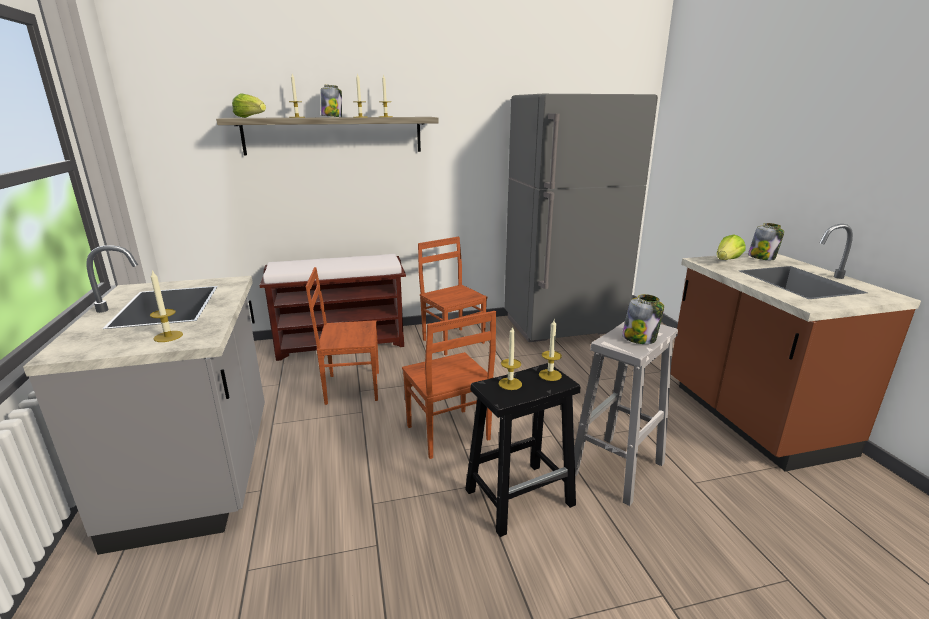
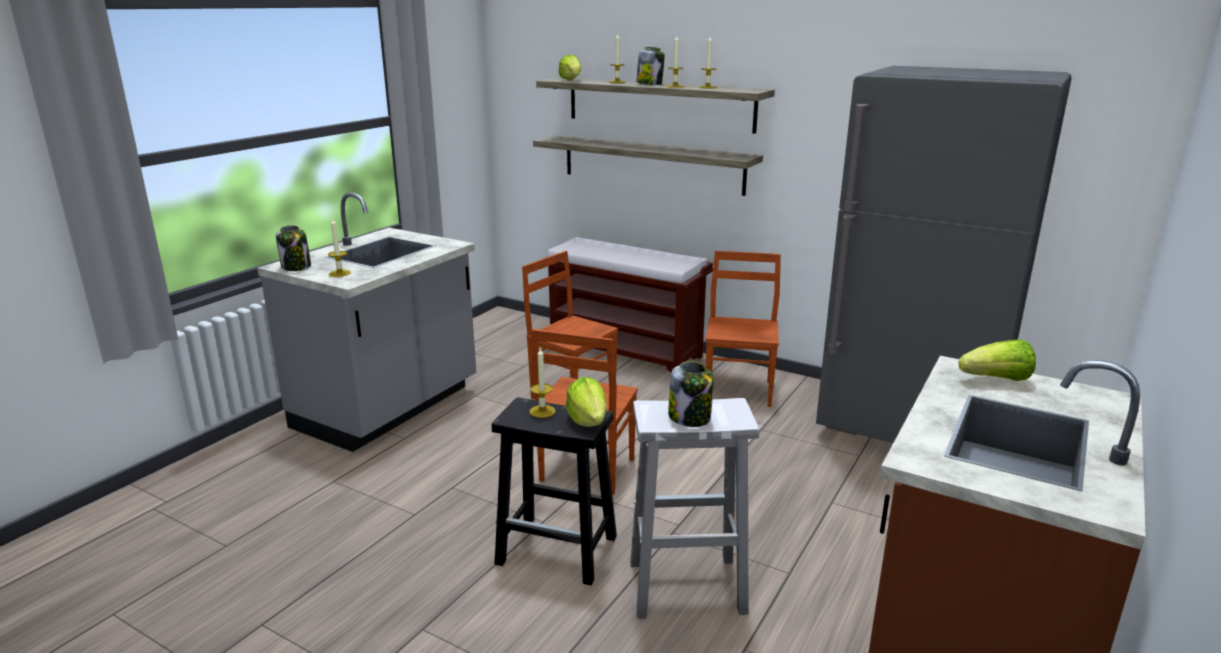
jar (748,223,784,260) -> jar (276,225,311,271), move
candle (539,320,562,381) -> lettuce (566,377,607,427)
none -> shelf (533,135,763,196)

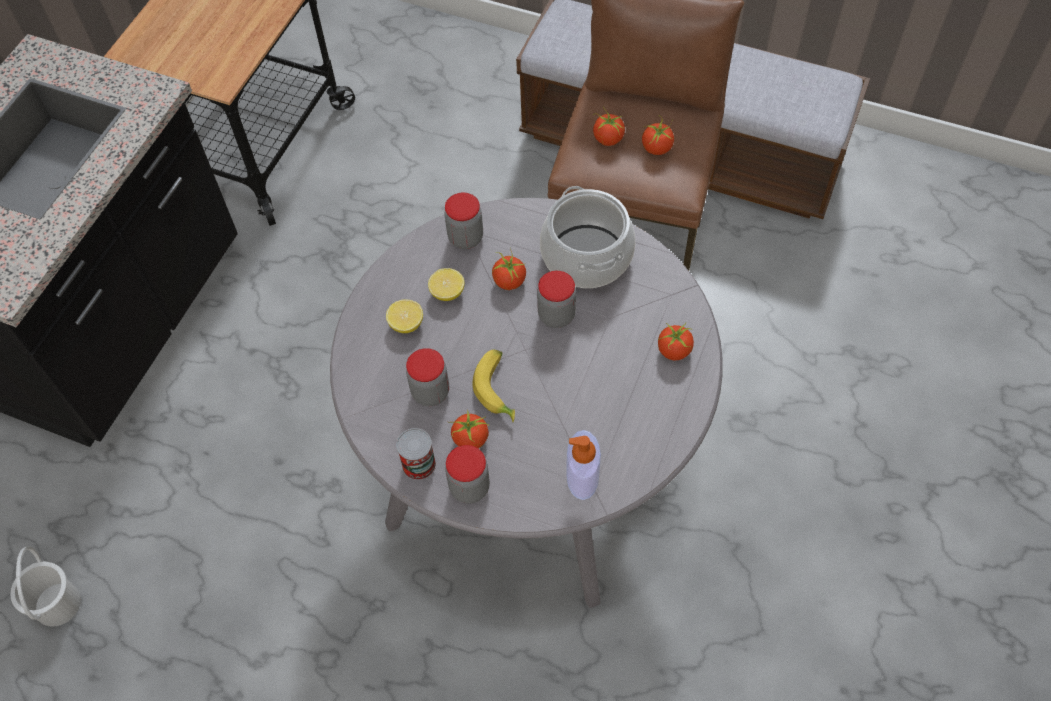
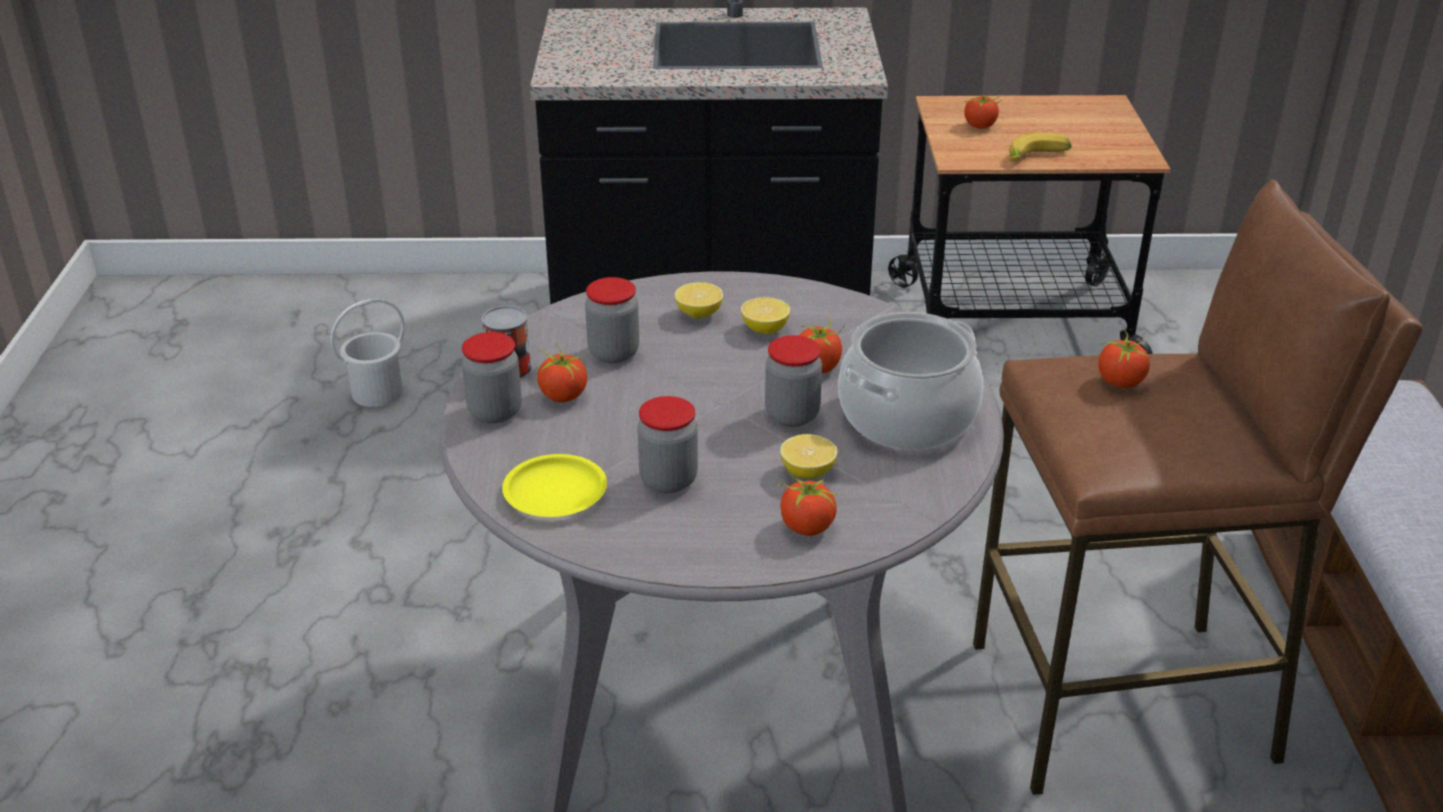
tomato (642,117,674,155) -> tomato (964,94,1001,129), move
jar (445,193,483,249) -> jar (637,396,698,493), move
banana (473,350,515,422) -> banana (1009,132,1072,161), move
soap dispenser (566,430,601,500) -> yellow plate (502,454,607,517)
none -> lemon (780,434,838,479)

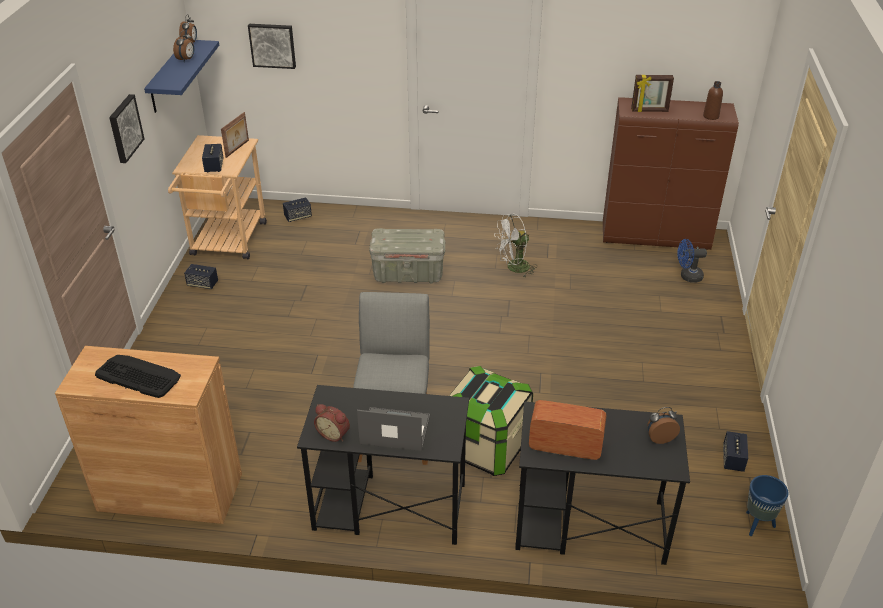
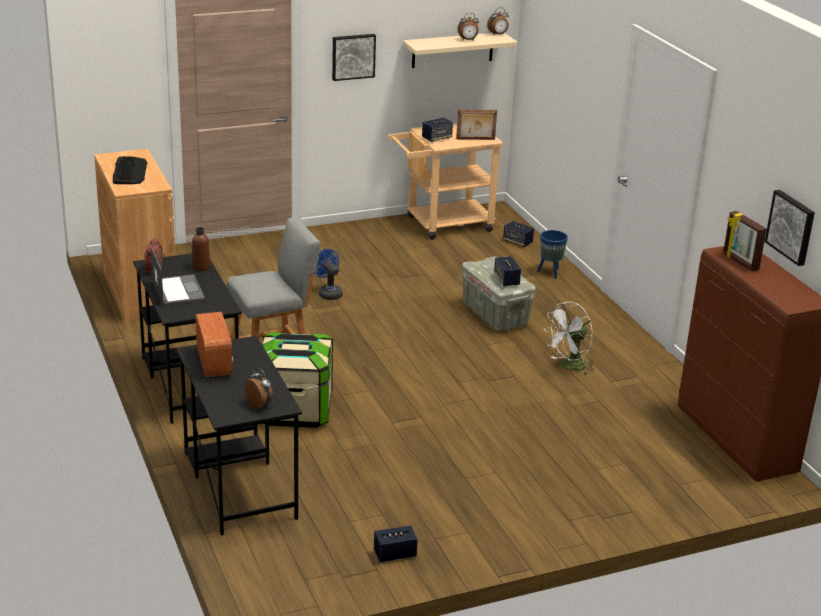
picture (248,24,296,69) -> picture (765,190,815,266), move
blue shelf (144,40,219,113) -> beige shelf (403,33,518,68)
brown bottle (703,81,723,120) -> brown bottle (192,227,211,271), move
white fan (494,214,537,277) -> white fan (544,302,595,375), 75 degrees counterclockwise
blue fan (677,239,707,283) -> blue fan (314,249,343,300), move
speaker (184,264,218,289) -> speaker (494,256,521,286), move
blue planter (746,475,789,536) -> blue planter (537,230,568,279), move

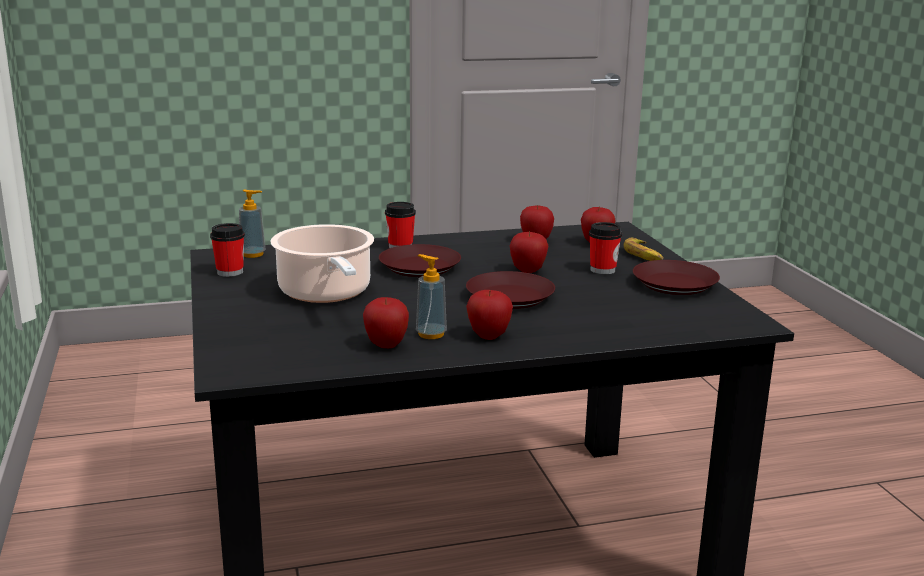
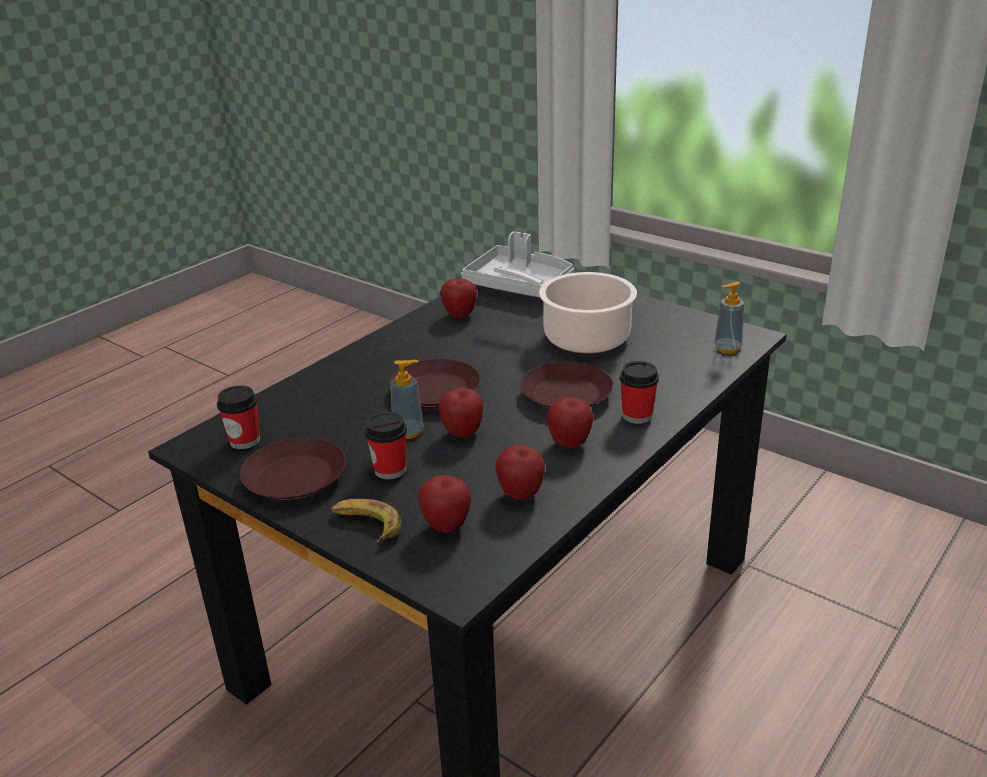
cup (210,223,245,277) -> cup (217,385,260,449), move
soap dispenser (416,254,447,339) -> soap dispenser (390,360,424,439), move
apple (466,290,513,340) -> apple (547,397,594,448), move
none -> grey tray (461,231,574,297)

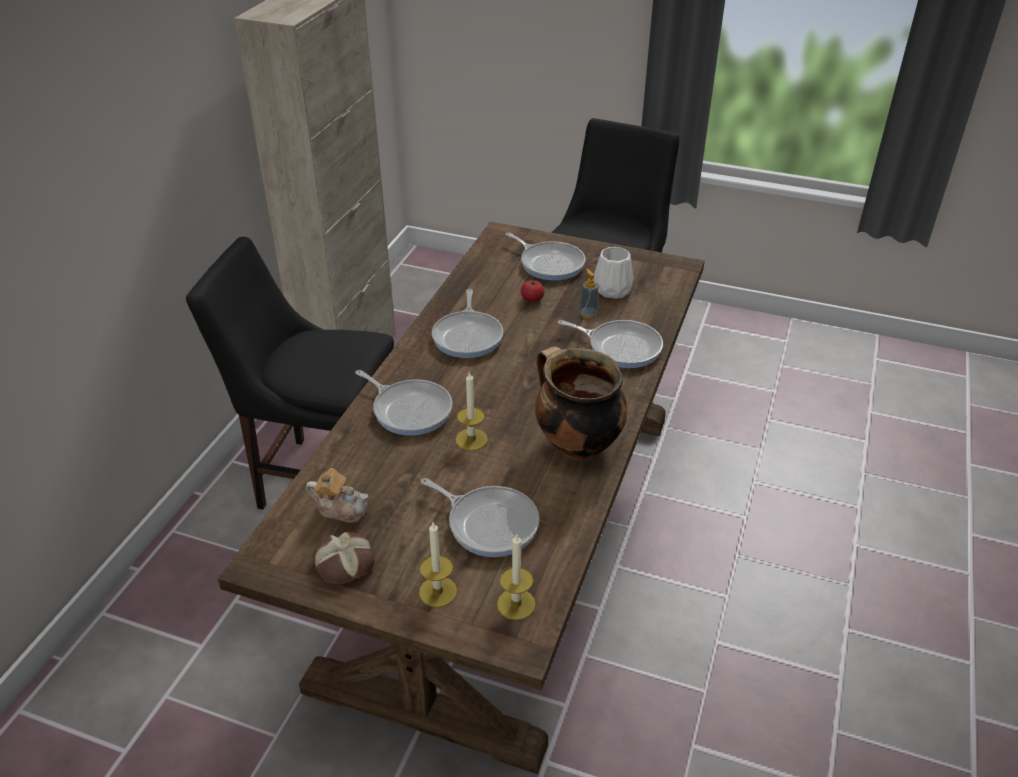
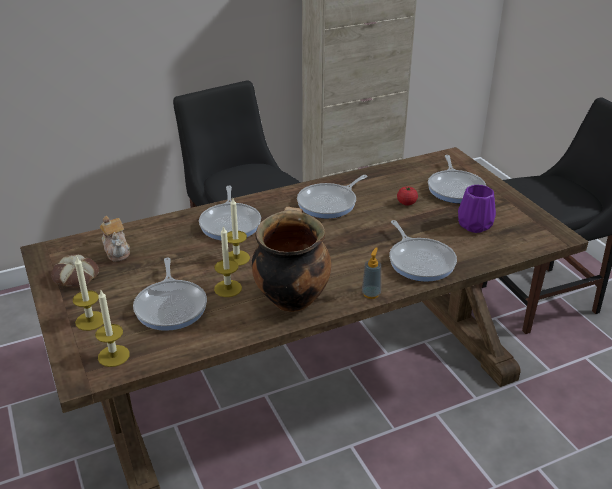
white vase (594,247,633,299) -> purple vase (458,185,496,233)
soap dispenser (579,269,599,319) -> soap dispenser (362,248,381,299), move
none -> candle (214,225,242,297)

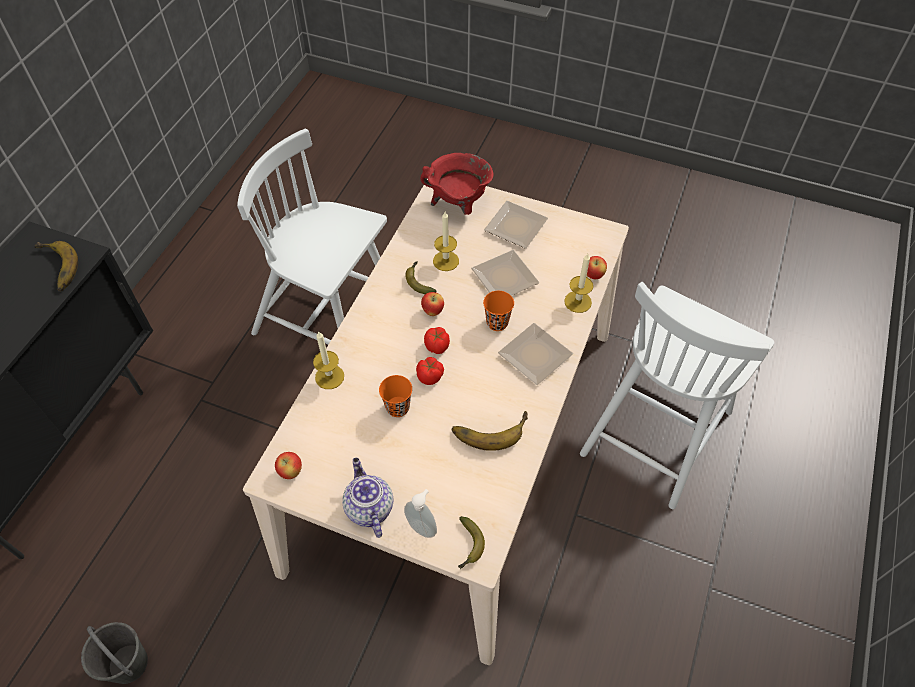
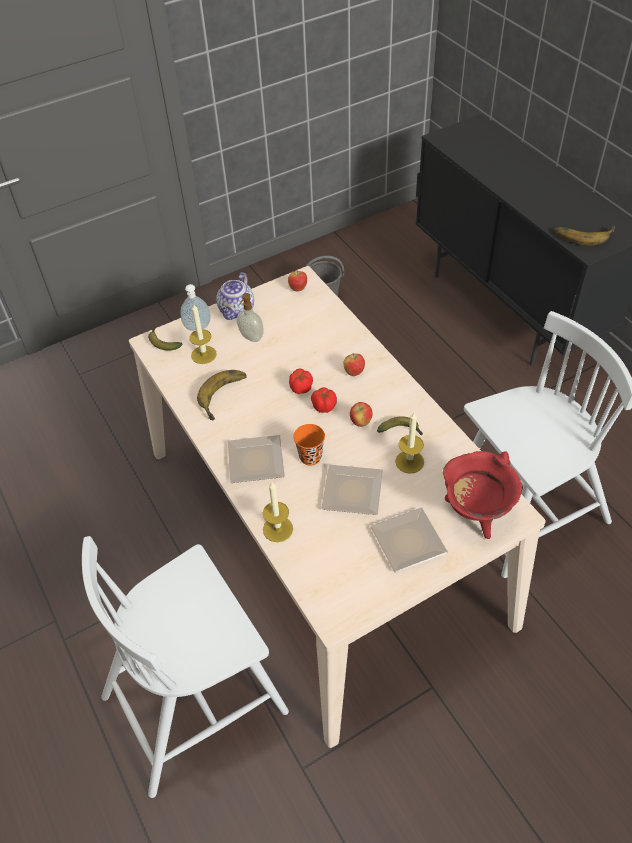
apple (587,256,607,279) -> apple (343,353,365,376), move
white chair (580,282,775,509) -> white chair (82,536,289,798), 105 degrees counterclockwise
candle (313,331,344,389) -> candle (189,303,217,364), move
orange cup (379,375,412,417) -> none
teapot (342,458,394,538) -> teapot (216,272,254,320), 90 degrees clockwise
none -> soap dispenser (237,293,264,342)

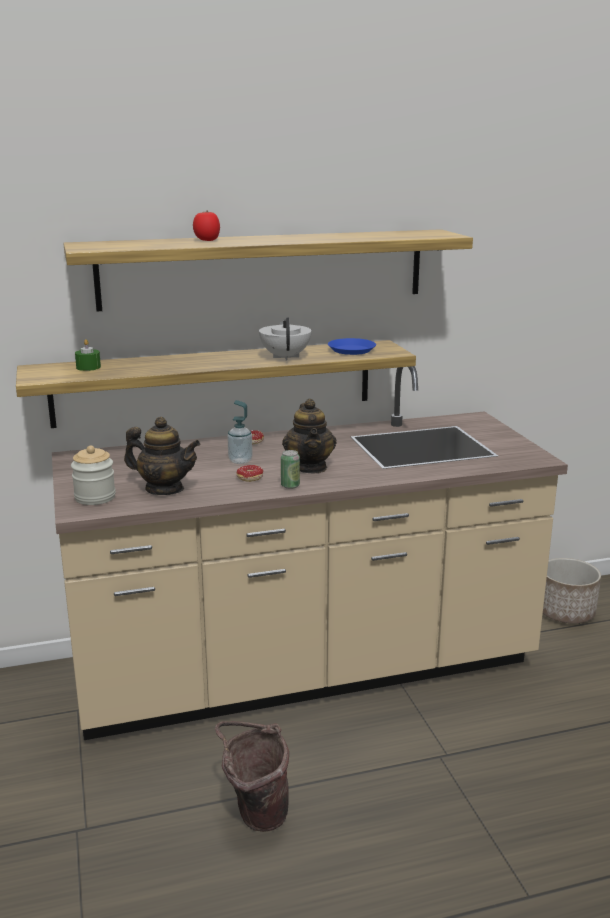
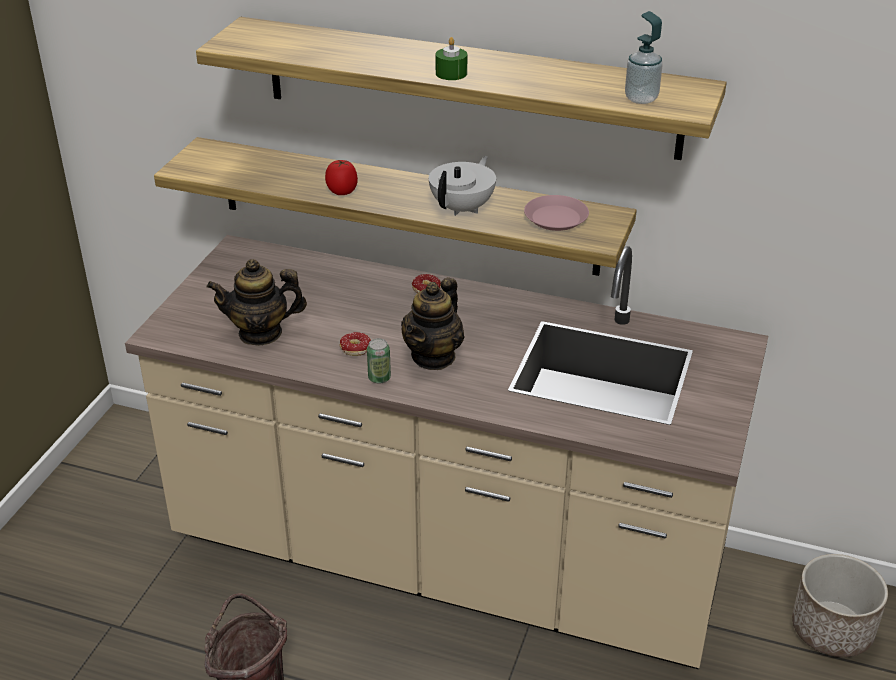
tomato (193,211,220,241) -> tomato (325,160,358,195), move
blue plate (328,338,376,355) -> pink plate (524,195,589,231)
green candle (75,339,101,371) -> green candle (436,37,467,80), move
soap dispenser (227,400,253,464) -> soap dispenser (625,11,663,104), move
teapot (124,417,201,495) -> teapot (207,259,307,346), 120 degrees clockwise
jar (71,446,116,505) -> none

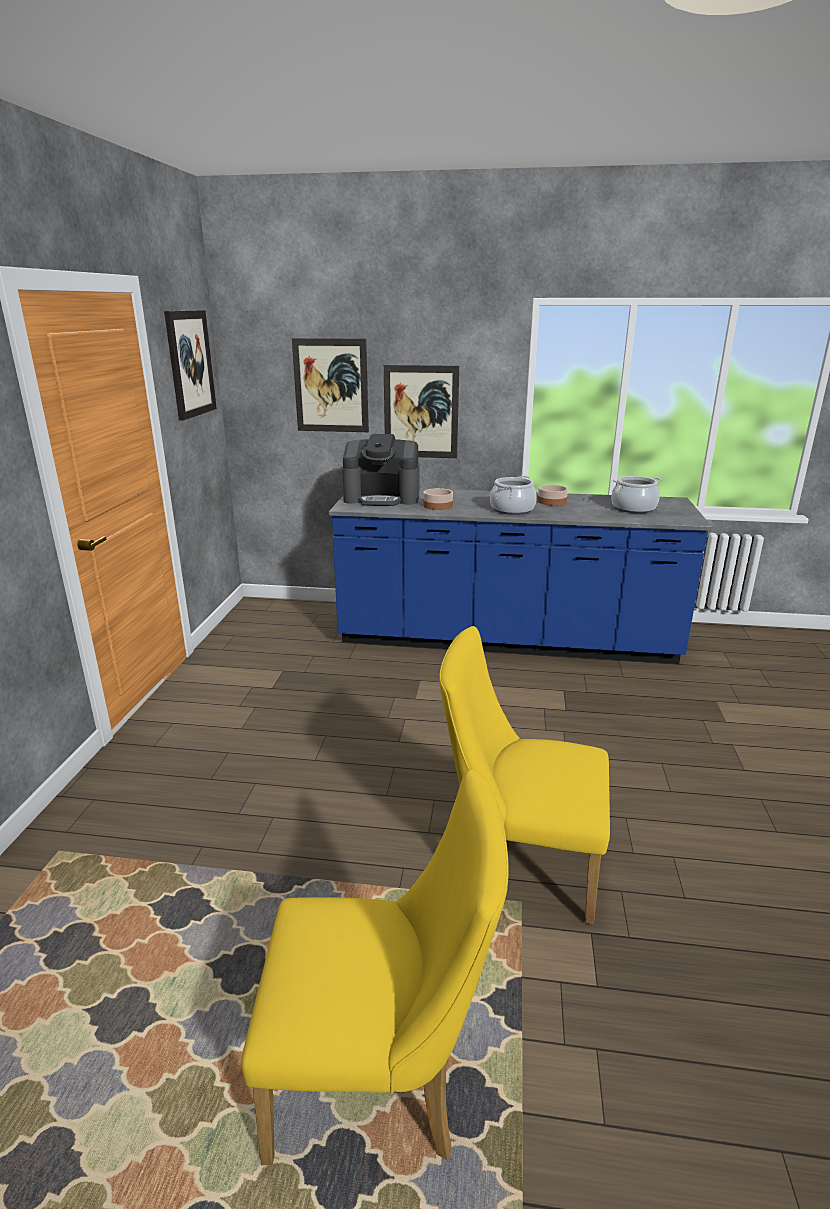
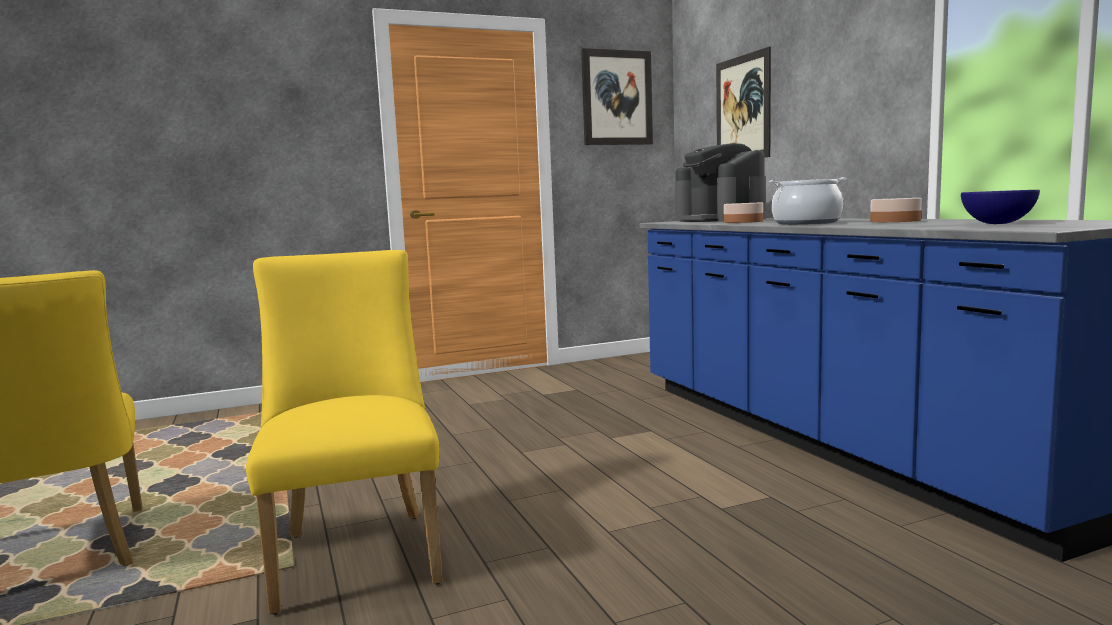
picture (384,365,459,458) -> none
cooking pot (611,476,662,513) -> blue bowl (961,190,1040,224)

